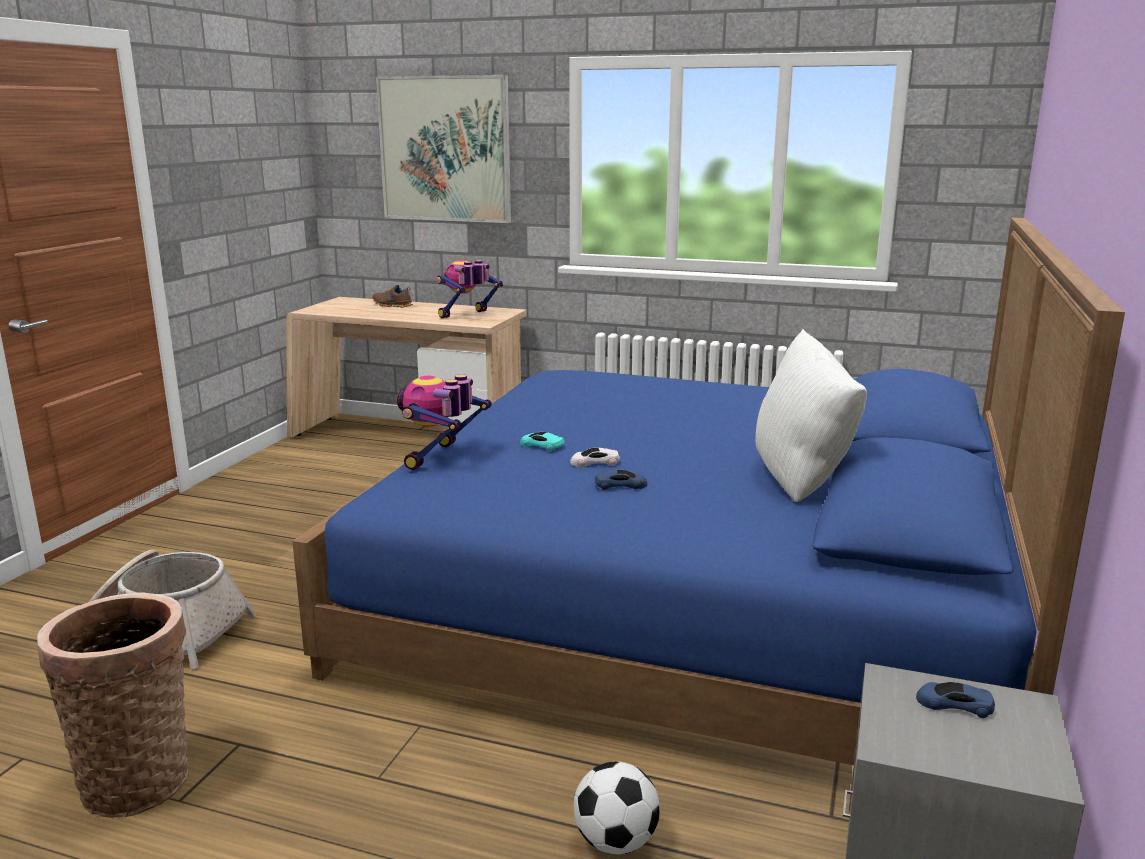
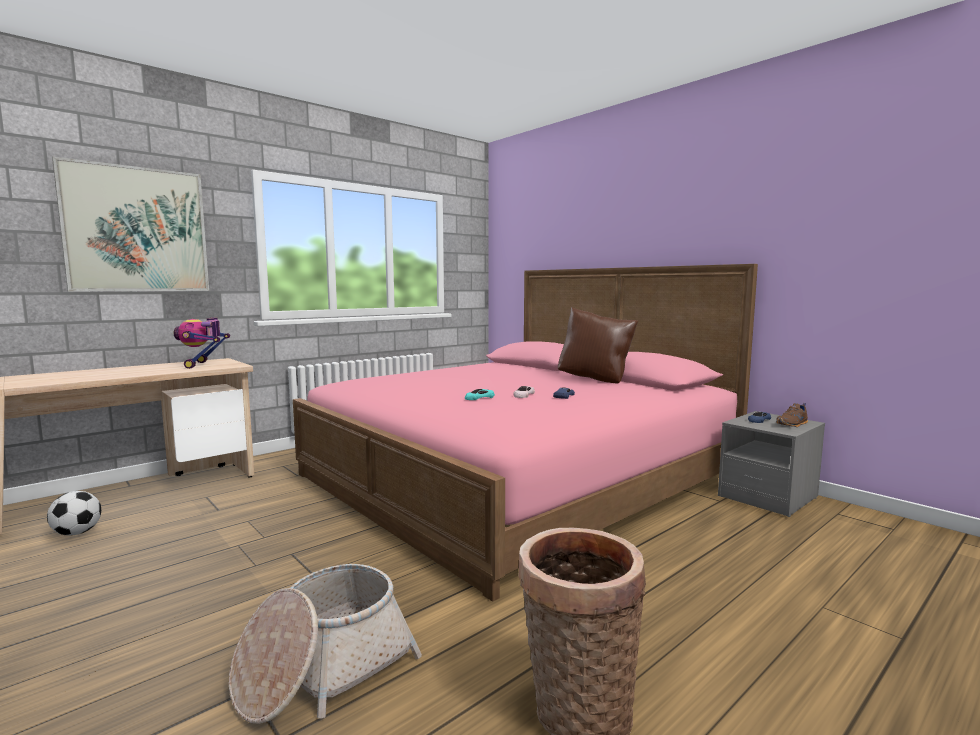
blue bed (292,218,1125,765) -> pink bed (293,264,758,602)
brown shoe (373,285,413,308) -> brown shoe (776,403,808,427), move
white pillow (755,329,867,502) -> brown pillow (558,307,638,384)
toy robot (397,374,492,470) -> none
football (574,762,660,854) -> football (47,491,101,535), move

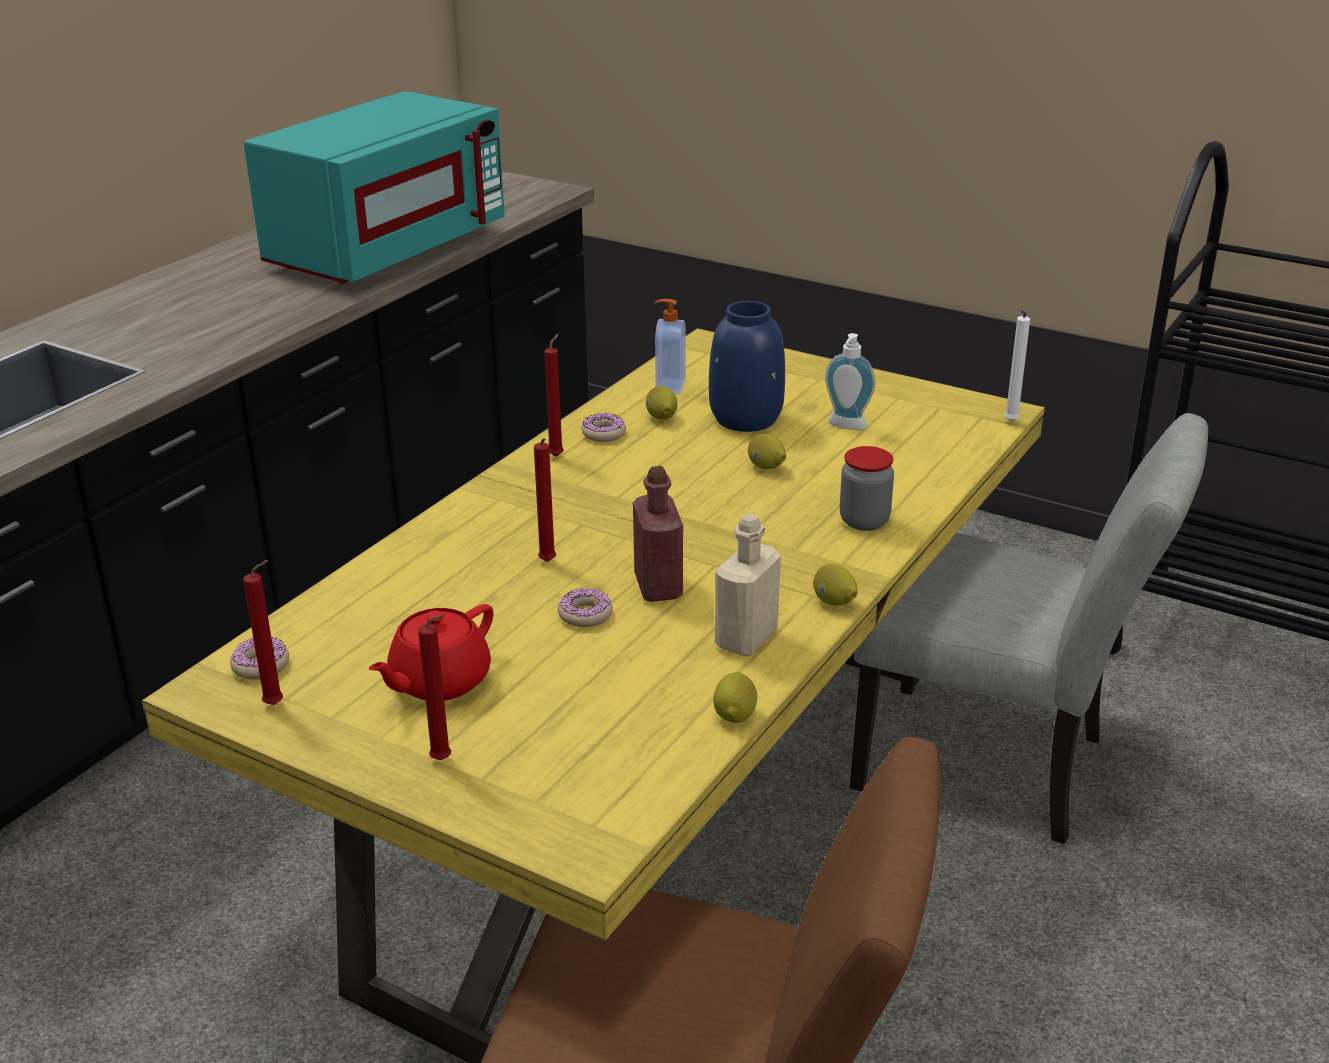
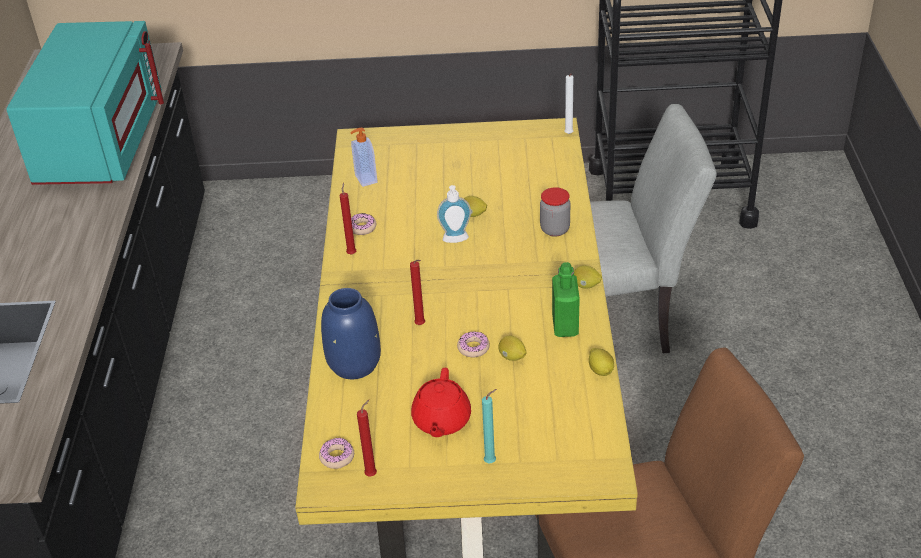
blue vase (709,301,785,432) -> blue vase (321,288,381,379), move
soap dispenser (825,333,875,430) -> soap dispenser (437,185,471,243), move
lemon (646,386,677,419) -> lemon (499,335,527,361), move
red bottle (633,466,683,602) -> none
beige bottle (715,513,781,656) -> green bottle (552,262,580,337)
red candle (418,614,451,760) -> turquoise candle (482,389,497,463)

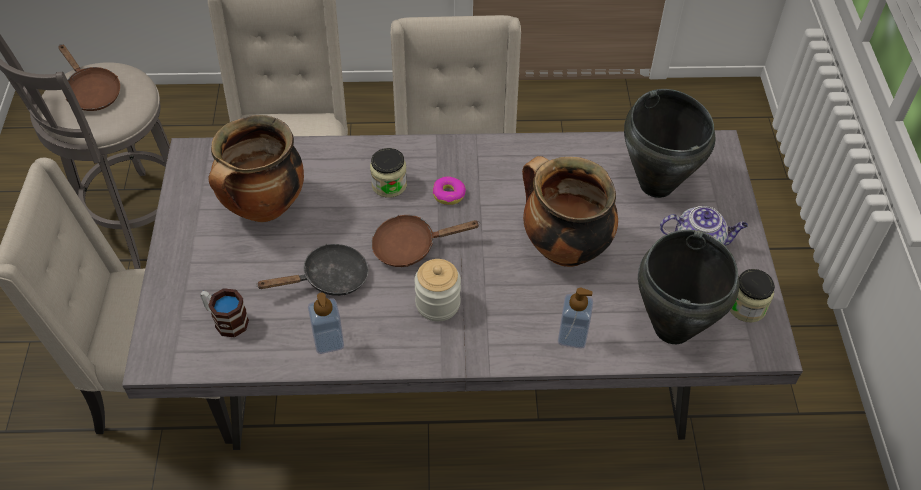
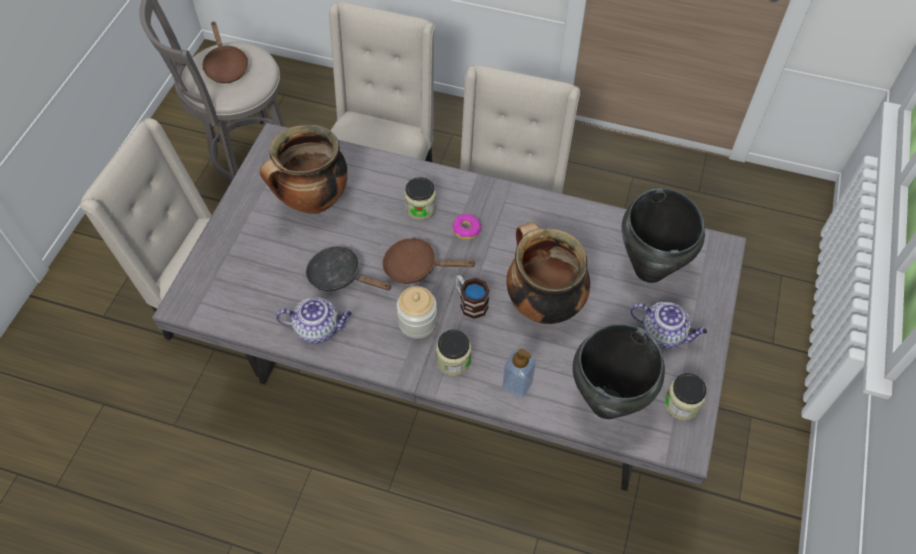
black frying pan (256,244,369,296) -> black frying pan (306,246,392,291), 150 degrees counterclockwise
mug (200,288,249,337) -> mug (456,275,490,319), move
soap dispenser (308,293,344,354) -> teapot (276,297,352,344)
none -> jar (436,330,471,376)

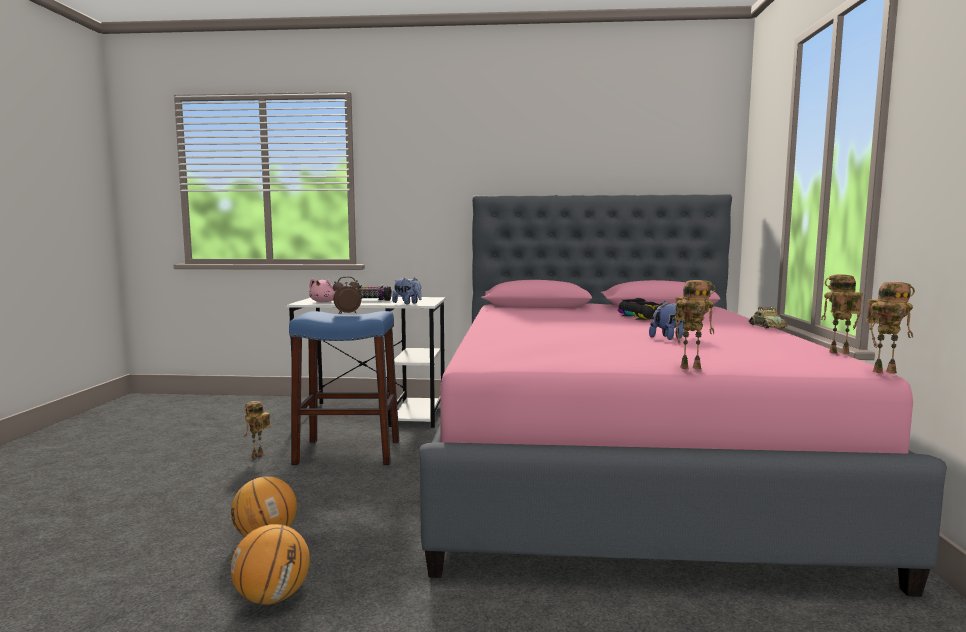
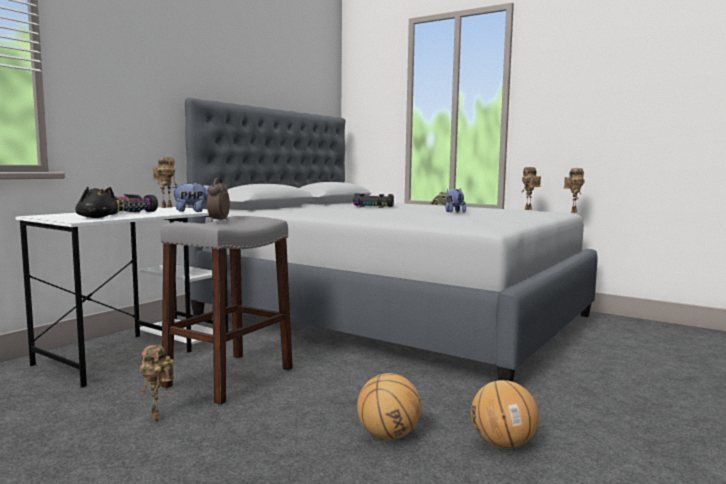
pink bed (419,194,947,597) -> grey bed (185,98,598,382)
pink plush toy (309,279,335,302) -> black plush toy (75,187,116,218)
toy robot (674,280,715,369) -> toy robot (153,157,177,208), move
blue stool (289,311,399,466) -> grey stool (161,216,293,405)

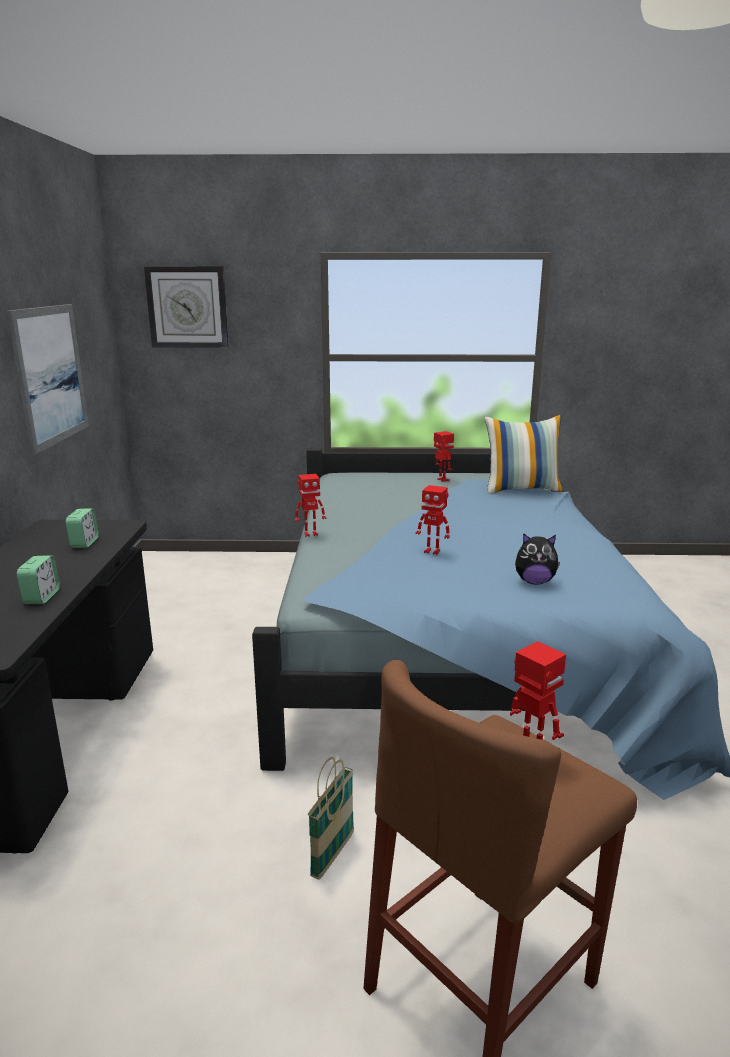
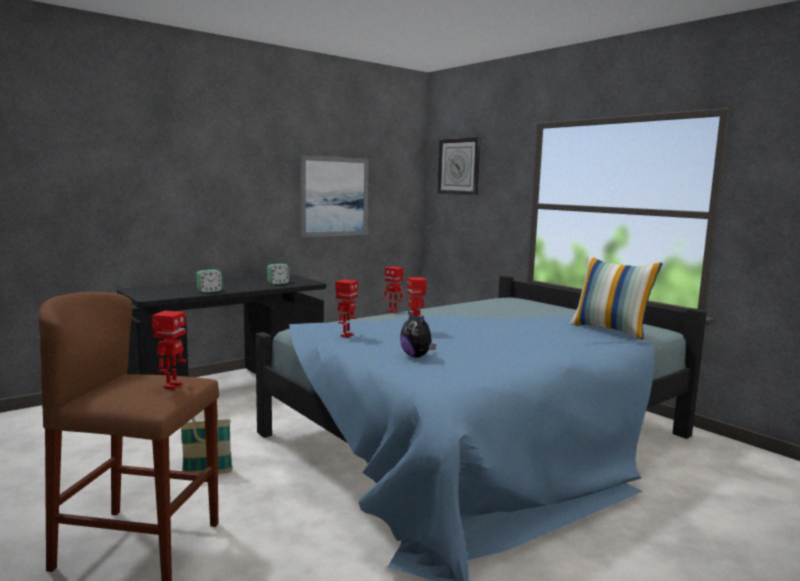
toy robot (434,431,454,482) -> toy robot (336,280,358,338), move

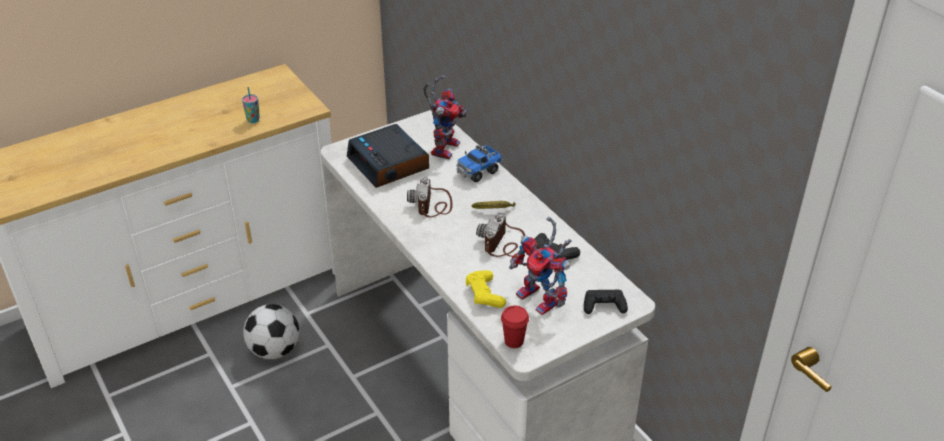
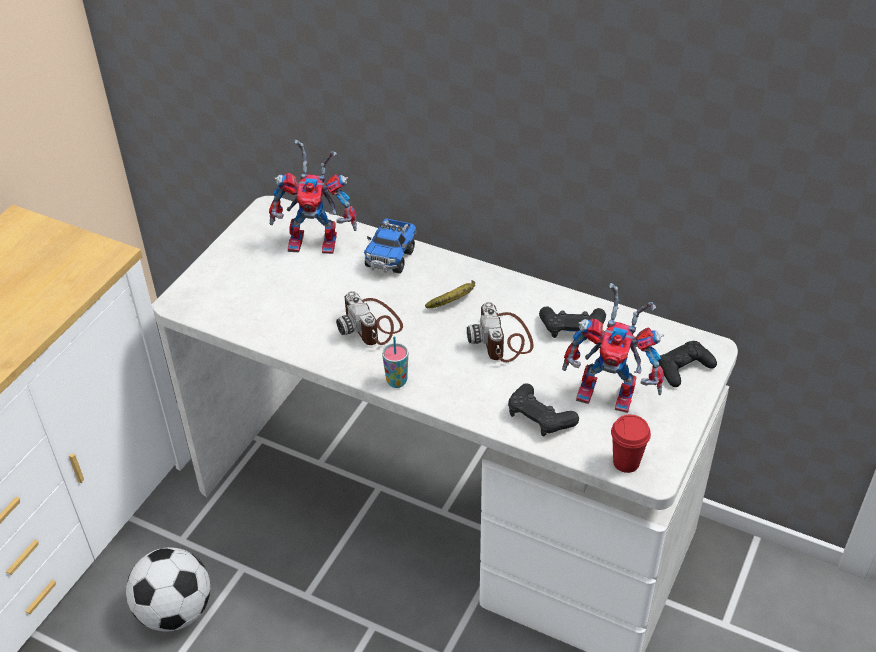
toy robot (423,76,466,159) -> toy robot (269,140,357,254), 105 degrees clockwise
cup (242,87,260,123) -> cup (382,336,408,388), move
alarm clock (347,124,429,188) -> none
yellow game controller (466,270,506,308) -> black game controller (508,383,579,436)

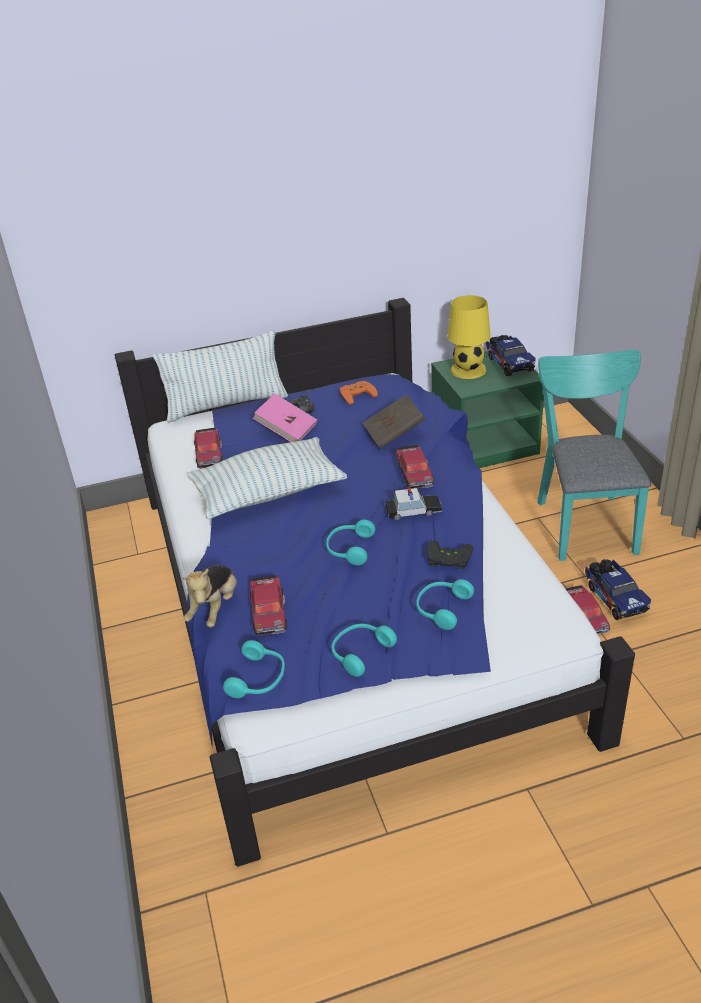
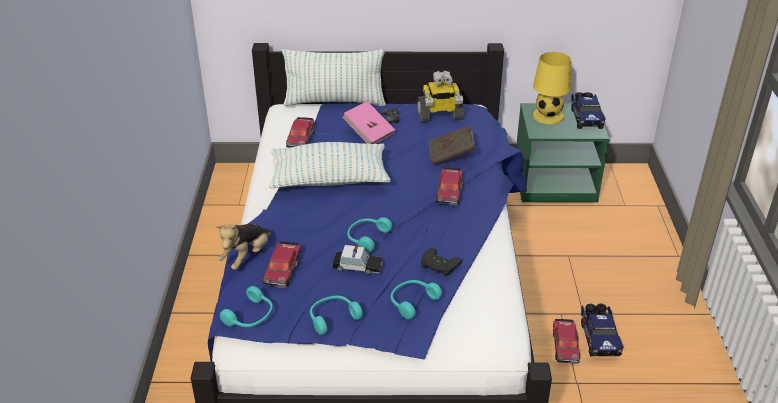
turquoise chair (537,350,651,561) -> none
orange game controller (340,381,378,405) -> toy robot (417,71,464,122)
toy car (385,487,442,520) -> toy car (332,245,383,274), move

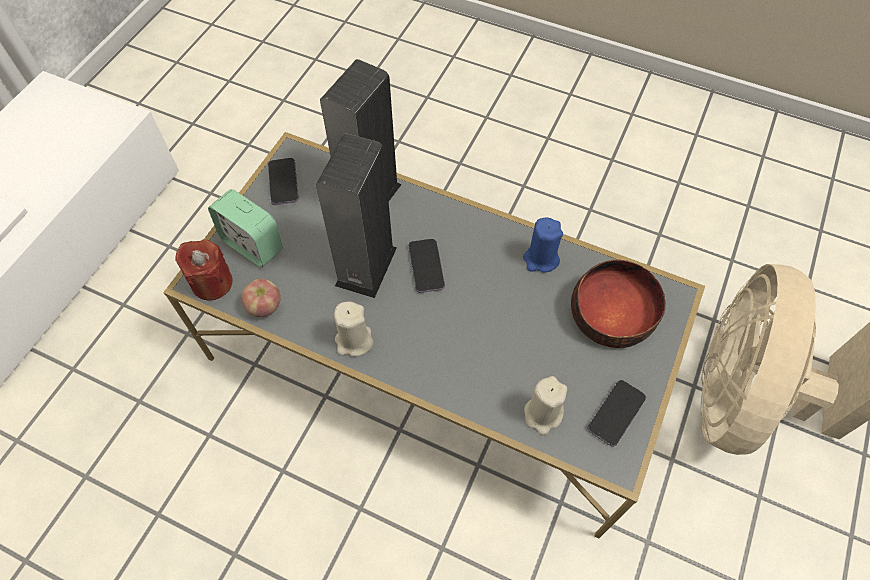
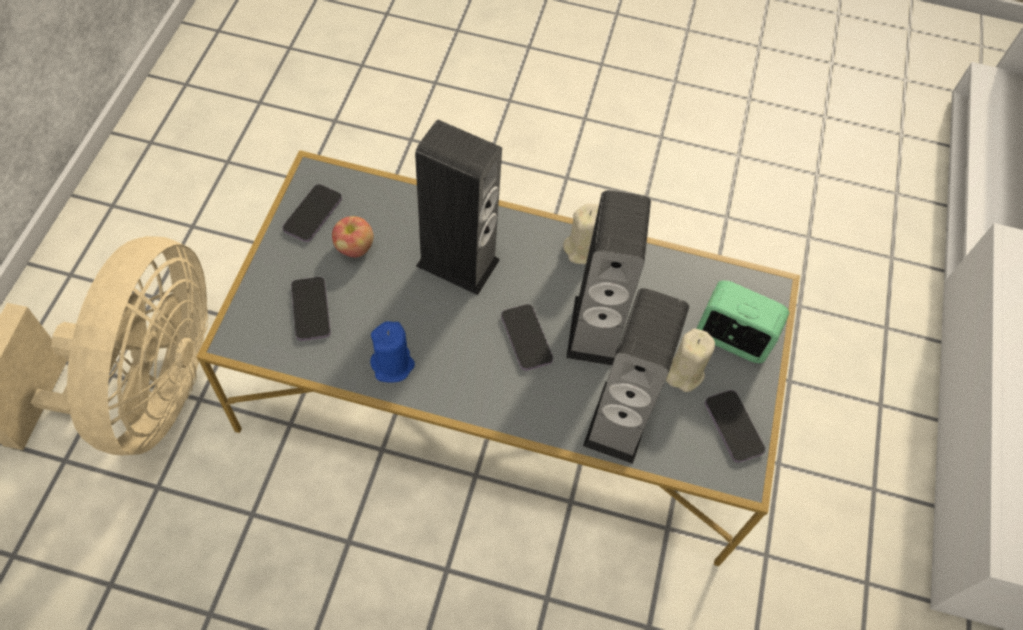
red candle (175,239,233,300) -> none
bowl (571,260,666,348) -> phone (291,277,331,341)
apple (241,279,281,317) -> apple (332,216,374,257), move
beige candle (524,376,567,435) -> beige candle (666,329,715,392), move
none -> speaker (415,120,502,295)

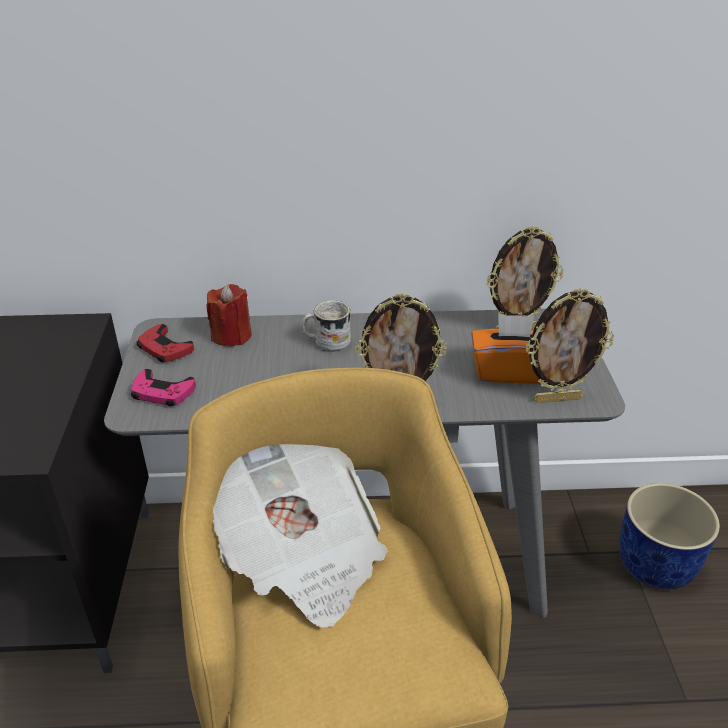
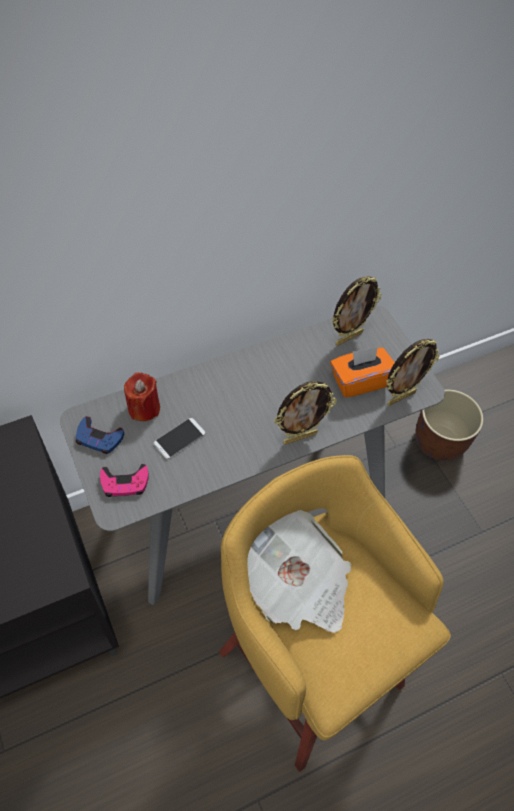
white mug (302,301,351,352) -> none
red game controller (137,324,194,363) -> blue game controller (76,416,124,454)
blue planter (619,483,720,590) -> brown planter (415,389,484,461)
none -> phone (154,418,205,459)

